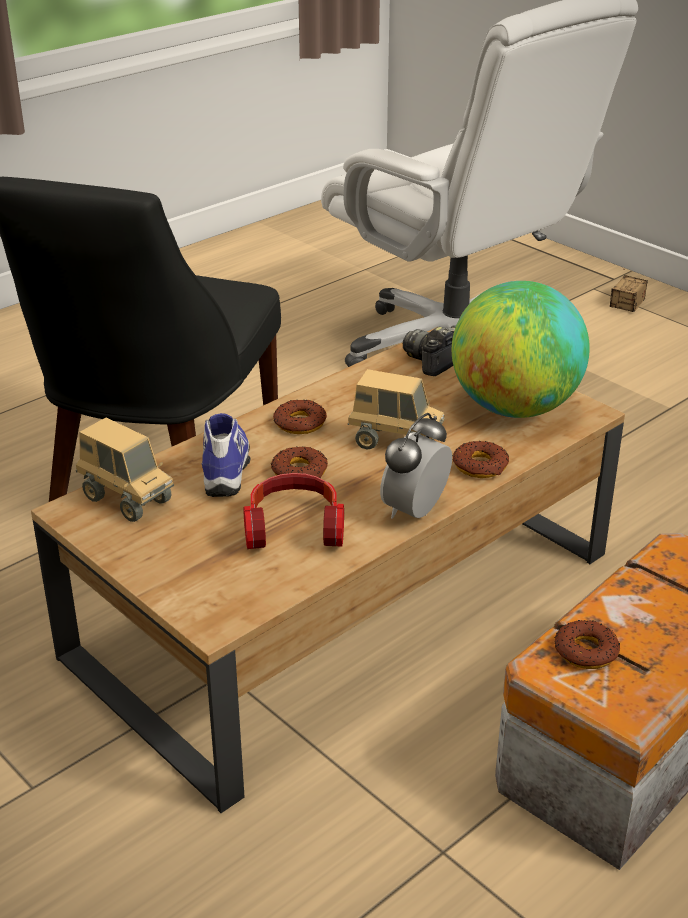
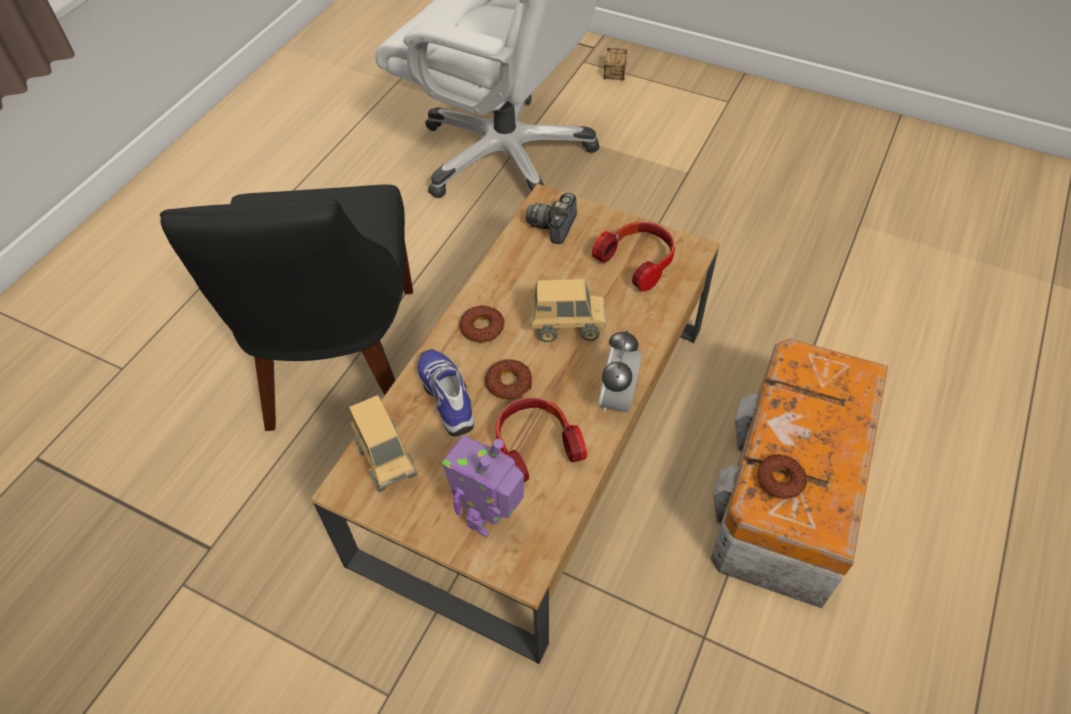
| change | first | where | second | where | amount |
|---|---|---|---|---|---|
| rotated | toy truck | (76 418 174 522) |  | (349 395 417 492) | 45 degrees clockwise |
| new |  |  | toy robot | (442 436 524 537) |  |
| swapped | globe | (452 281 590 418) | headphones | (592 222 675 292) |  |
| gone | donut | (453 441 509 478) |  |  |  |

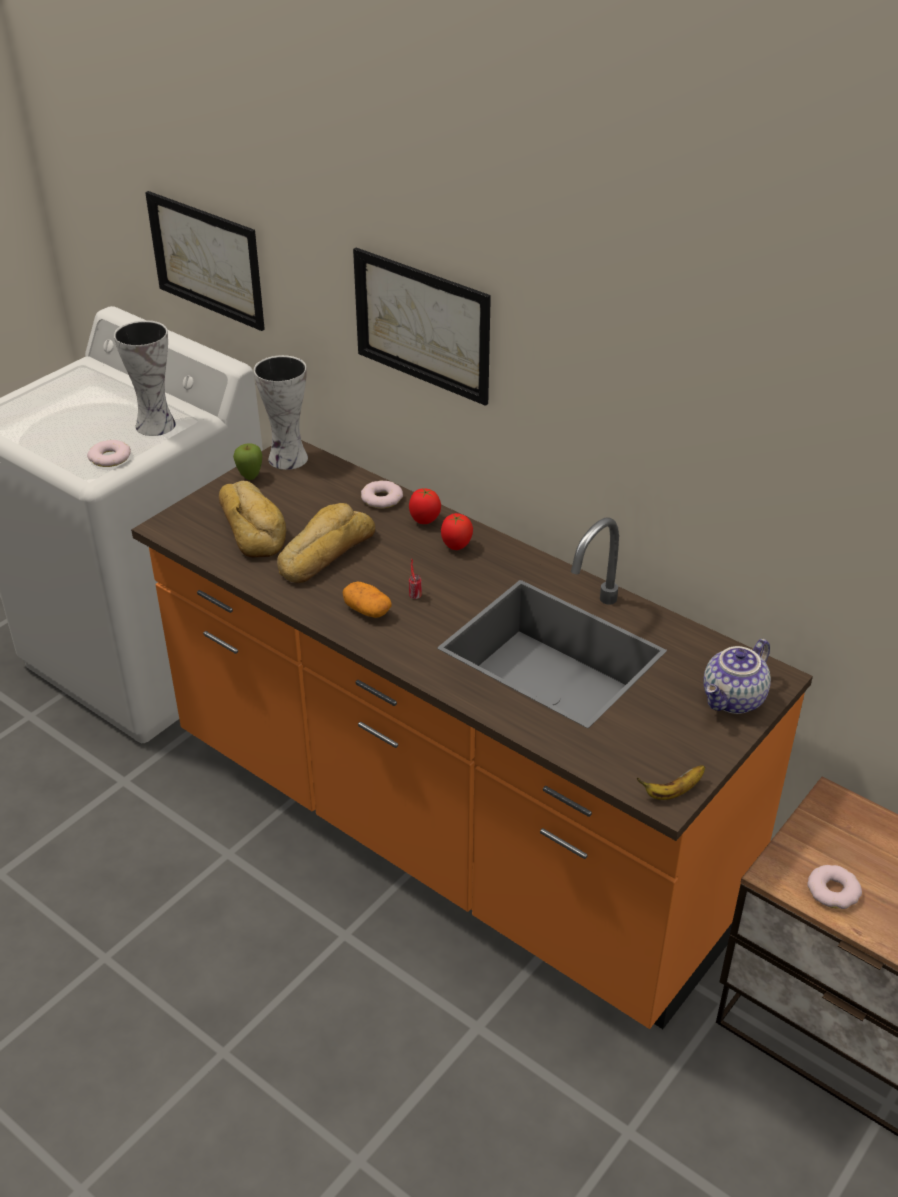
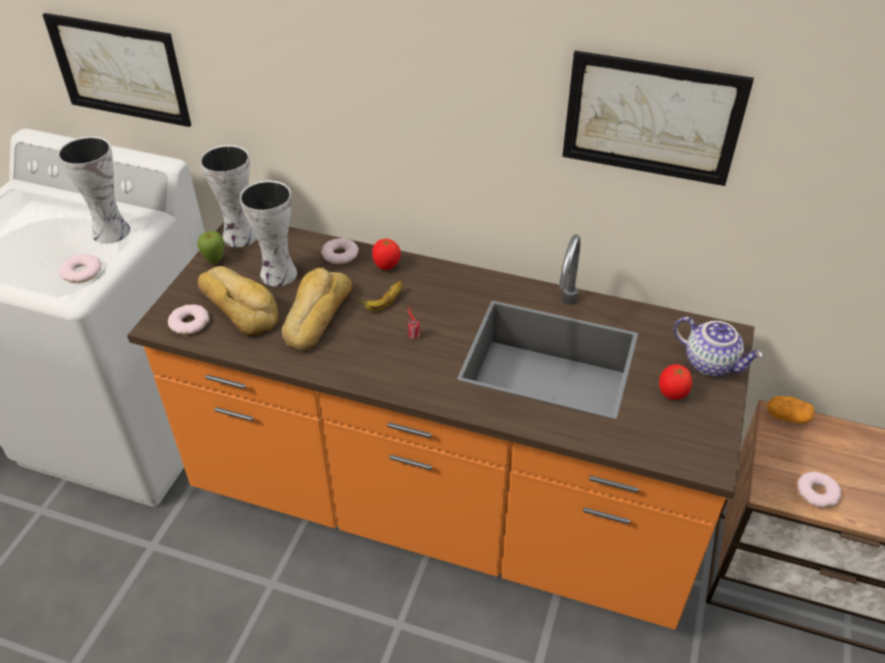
| change | first | where | second | where | amount |
|---|---|---|---|---|---|
| new |  |  | donut | (168 305 210 335) |  |
| new |  |  | vase | (240 181 298 287) |  |
| shifted | banana | (637 765 705 800) |  | (356 281 402 311) |  |
| shifted | picture | (353 248 491 406) |  | (562 51 754 186) |  |
| shifted | tomato | (441 513 473 550) |  | (659 364 692 400) |  |
| rotated | teapot | (703 639 771 714) |  | (674 317 763 376) | 75 degrees counterclockwise |
| shifted | potato | (342 581 392 618) |  | (767 396 815 423) |  |

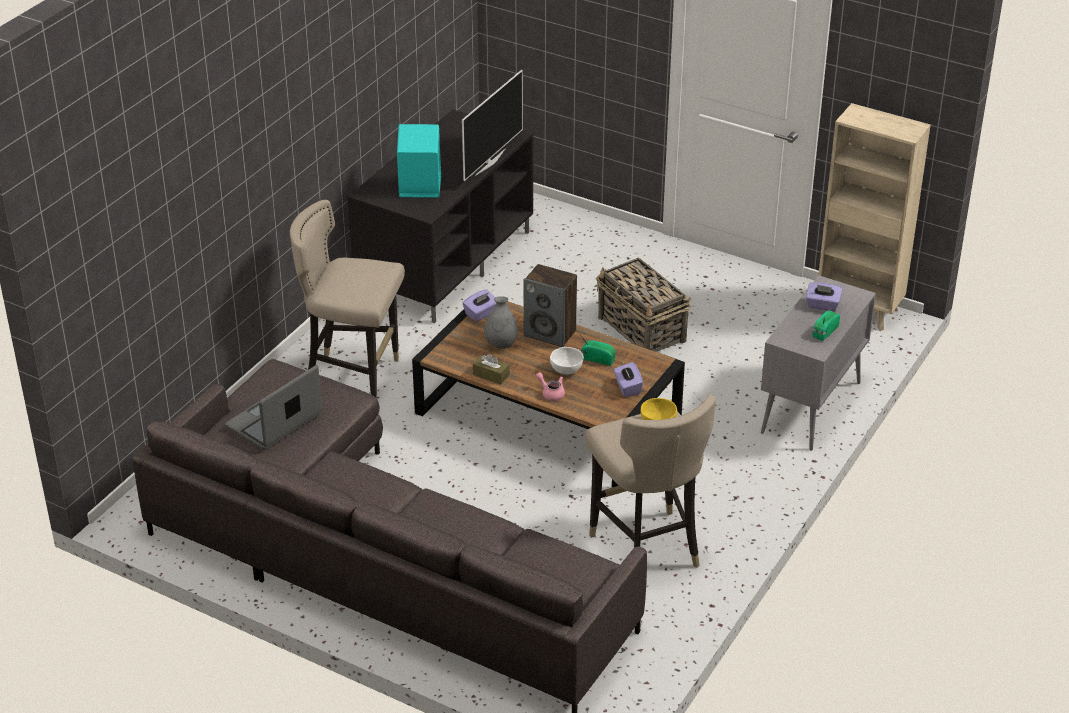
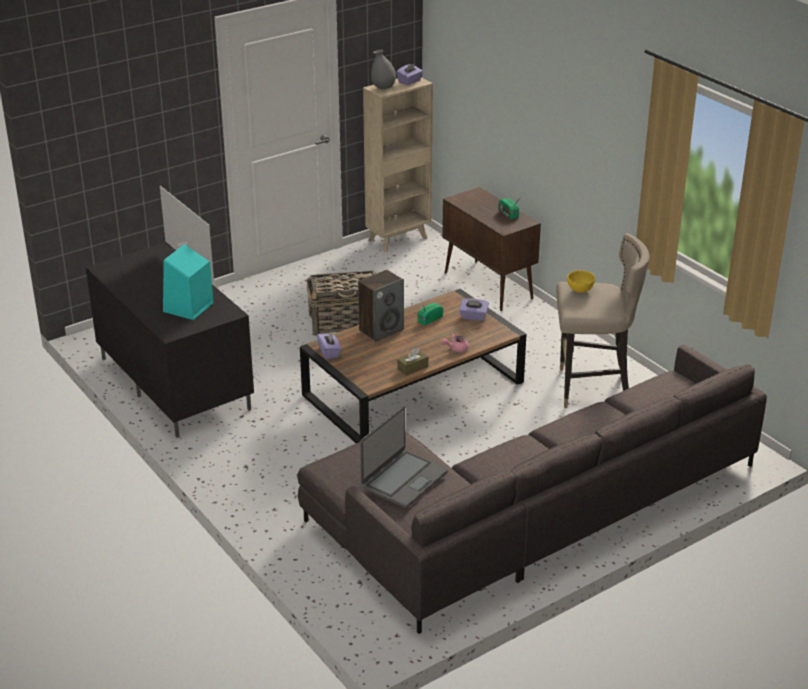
| change | first | where | second | where | amount |
|---|---|---|---|---|---|
| rotated | laptop | (225 365 322 450) |  | (360 406 448 508) | 120 degrees counterclockwise |
| shifted | vase (grey) | (484 296 518 349) |  | (371 49 396 89) |  |
| shifted | tissue box (purple) | (806 282 843 311) |  | (396 63 423 85) |  |
| repainted | cabinet (grey) | (761 276 876 451) | cabinet (brown) | (442 187 541 311) |  |
| gone | stool (beige) | (290 200 405 398) |  |  |  |
| gone | bowl (white) | (550 347 584 375) |  |  |  |

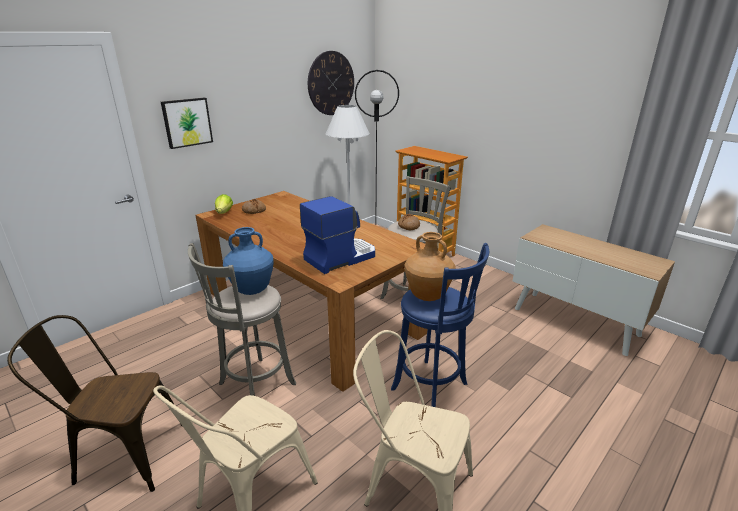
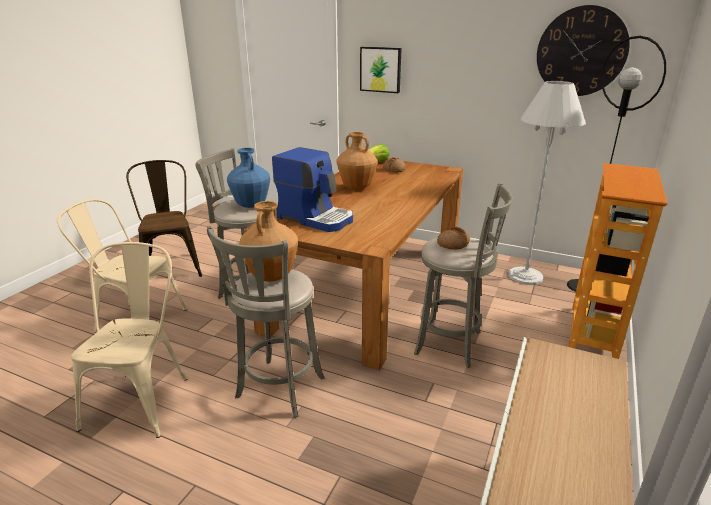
| change | first | where | second | where | amount |
|---|---|---|---|---|---|
| repainted | stool (blue) | (391 243 489 407) | stool (grey) | (207 226 325 418) |  |
| new |  |  | vase (brown) | (336 132 378 190) |  |

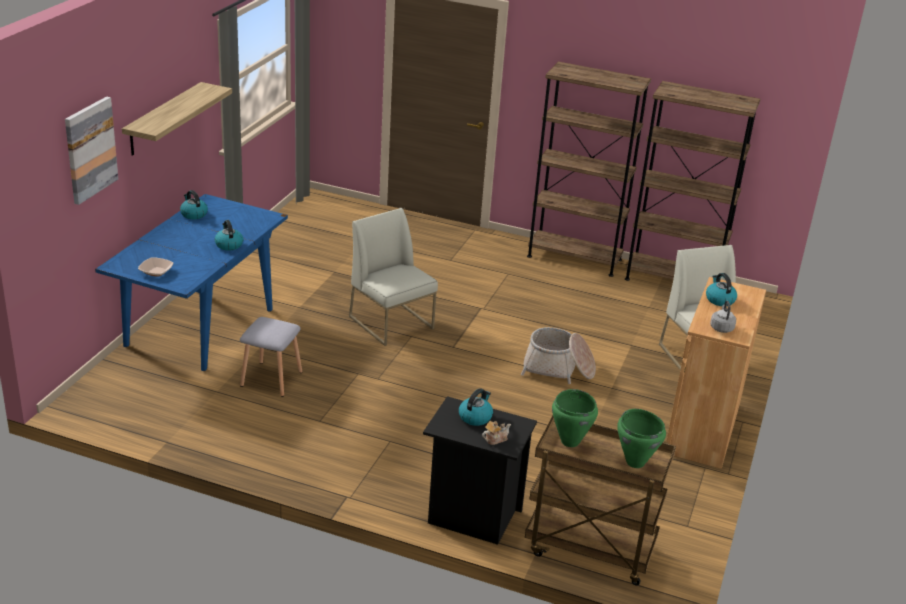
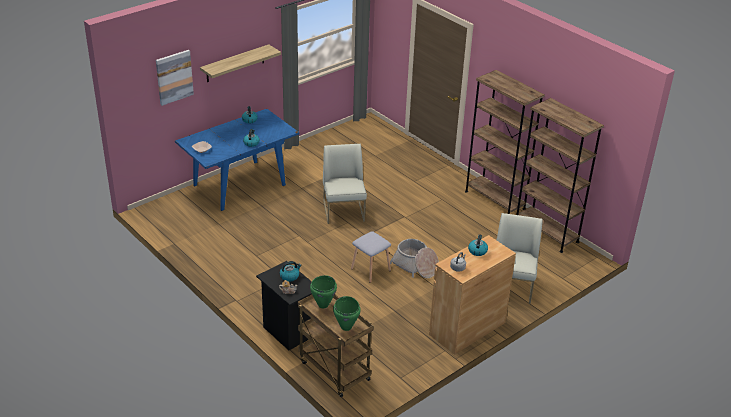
| change | first | where | second | where | amount |
|---|---|---|---|---|---|
| shifted | stool (grey) | (240 317 302 397) |  | (351 231 391 283) |  |

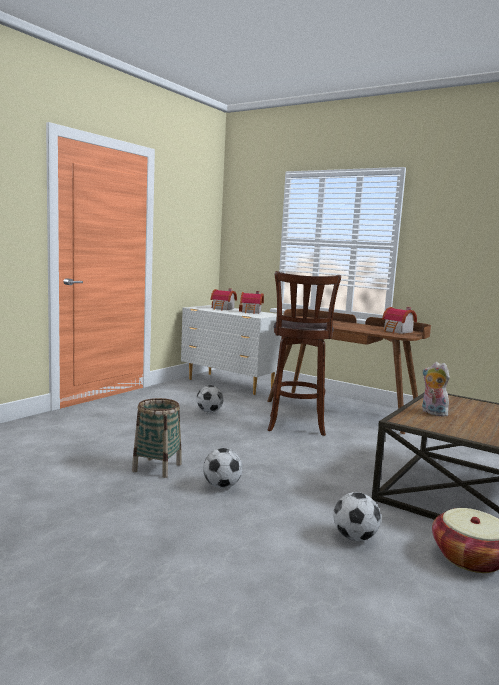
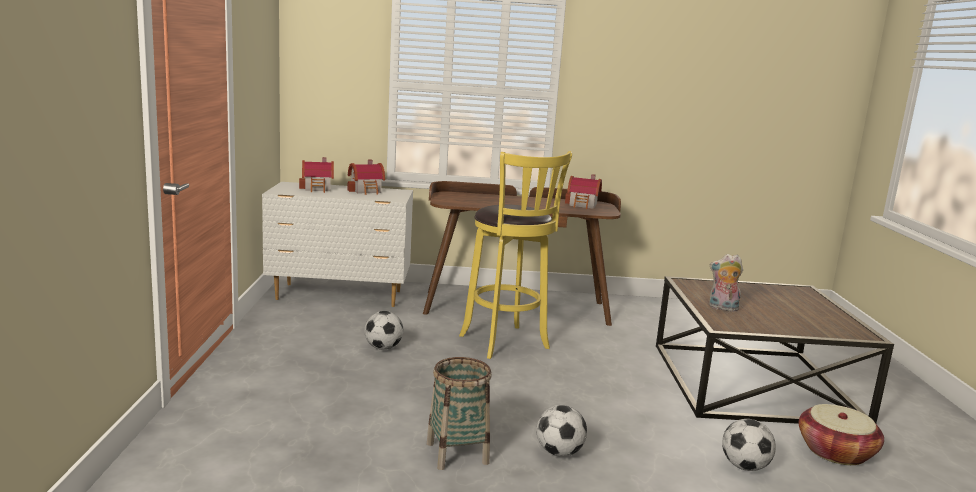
| change | first | where | second | where | amount |
|---|---|---|---|---|---|
| repainted | stool (brown) | (267 271 341 436) | stool (yellow) | (459 151 572 359) |  |

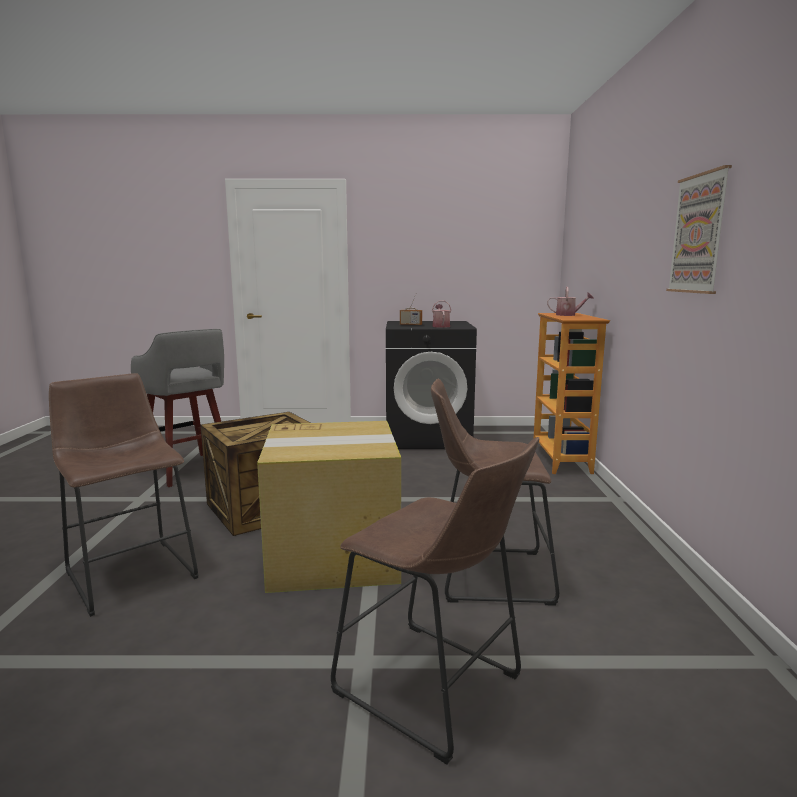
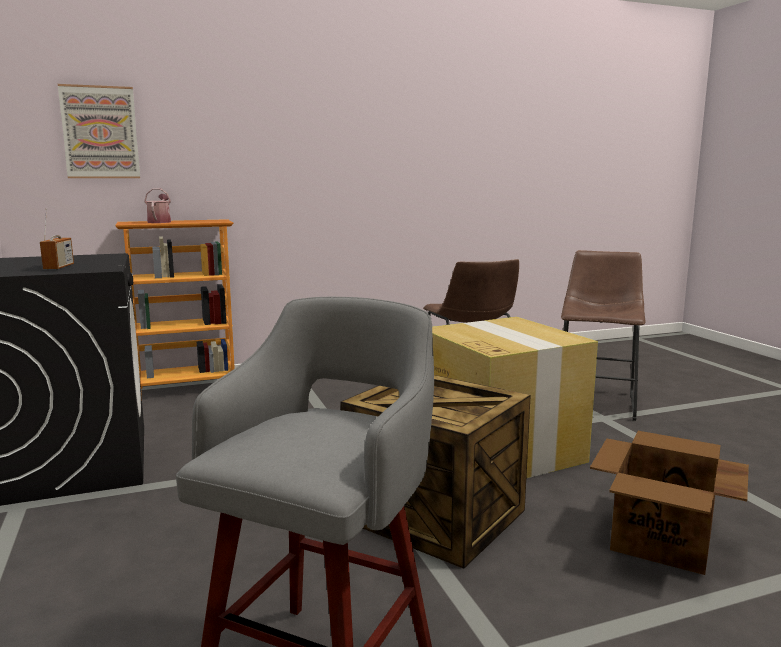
| change | first | where | second | where | amount |
|---|---|---|---|---|---|
| shifted | picture | (666 165 732 294) |  | (58 84 140 178) |  |
| swapped | stool (brown) | (49 373 199 617) | cardboard box | (590 431 749 575) |  |
| gone | watering can | (432 301 451 328) |  |  |  |

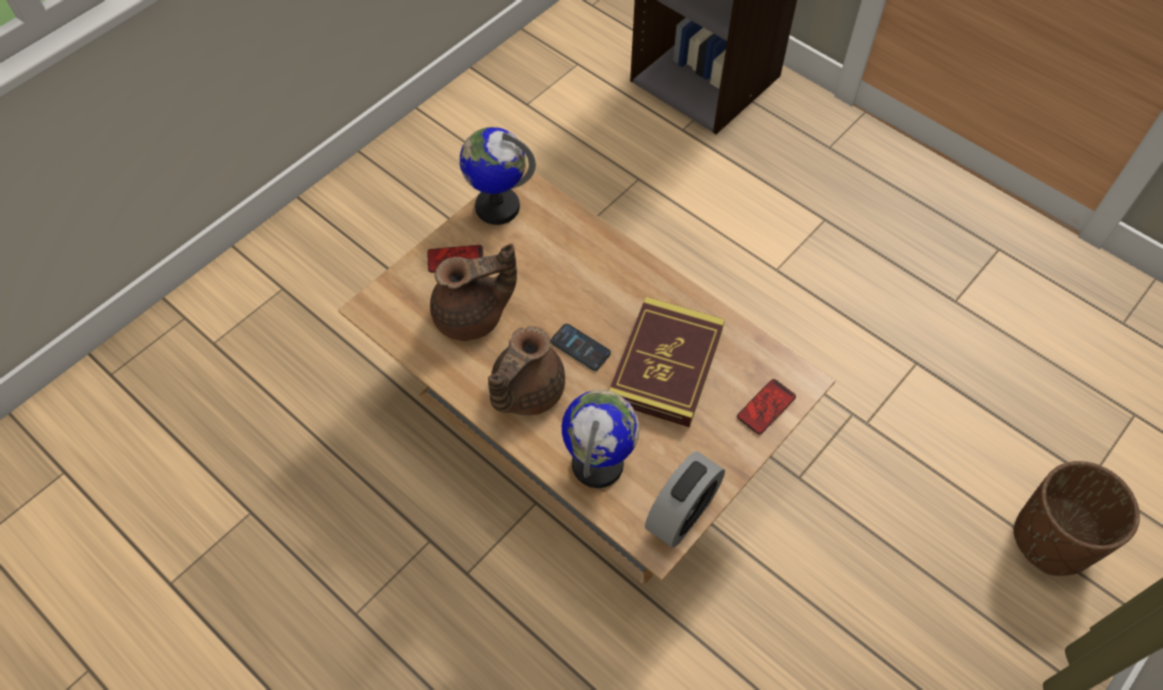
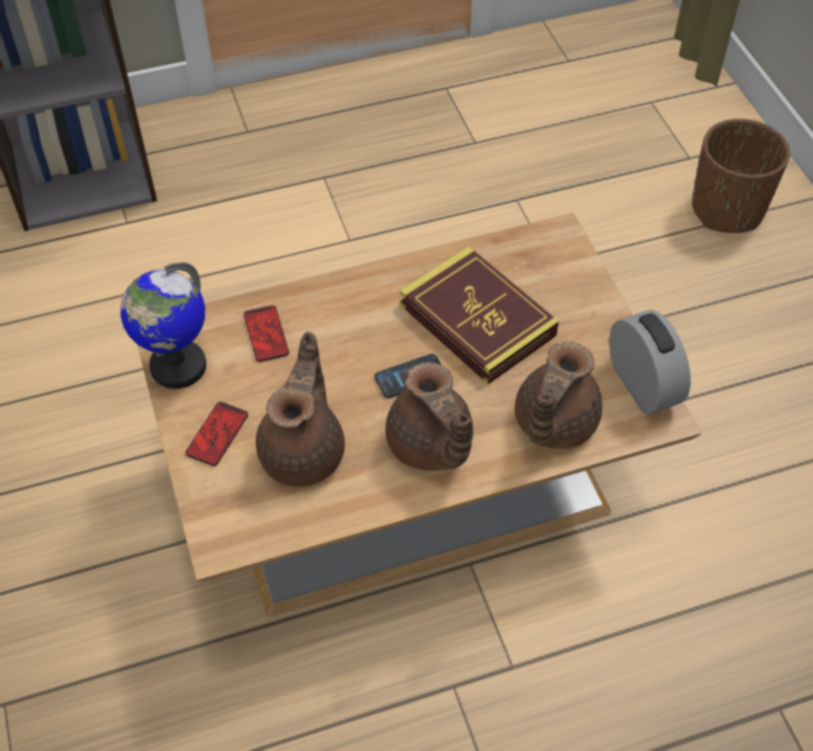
| change | first | where | second | where | amount |
|---|---|---|---|---|---|
| shifted | phone | (737 379 796 435) |  | (244 305 289 362) |  |
| swapped | globe | (562 390 639 488) | teapot (brown) | (515 342 602 449) |  |

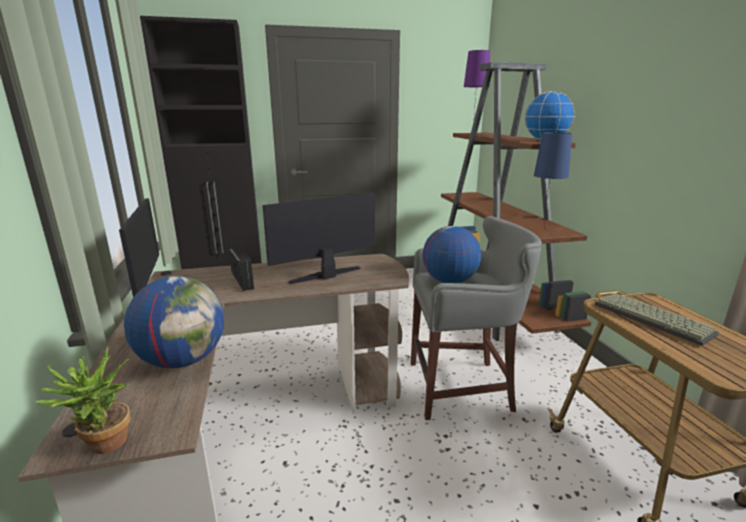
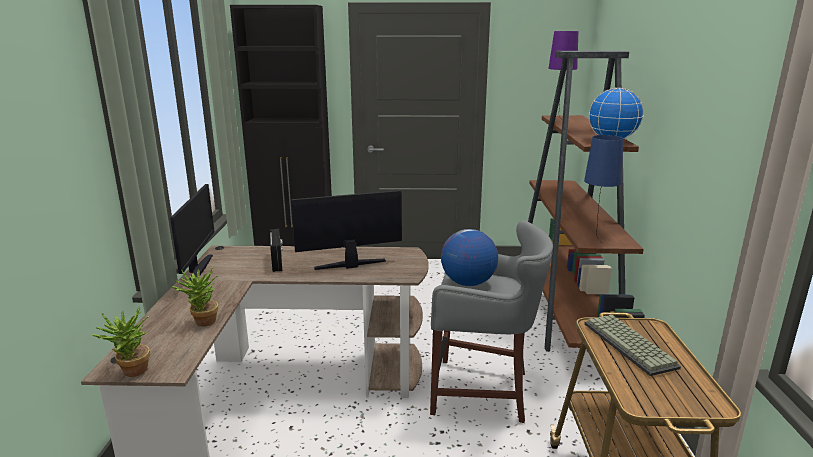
| change | first | where | second | where | amount |
|---|---|---|---|---|---|
| swapped | globe | (124 276 224 368) | potted plant | (172 267 218 327) |  |

